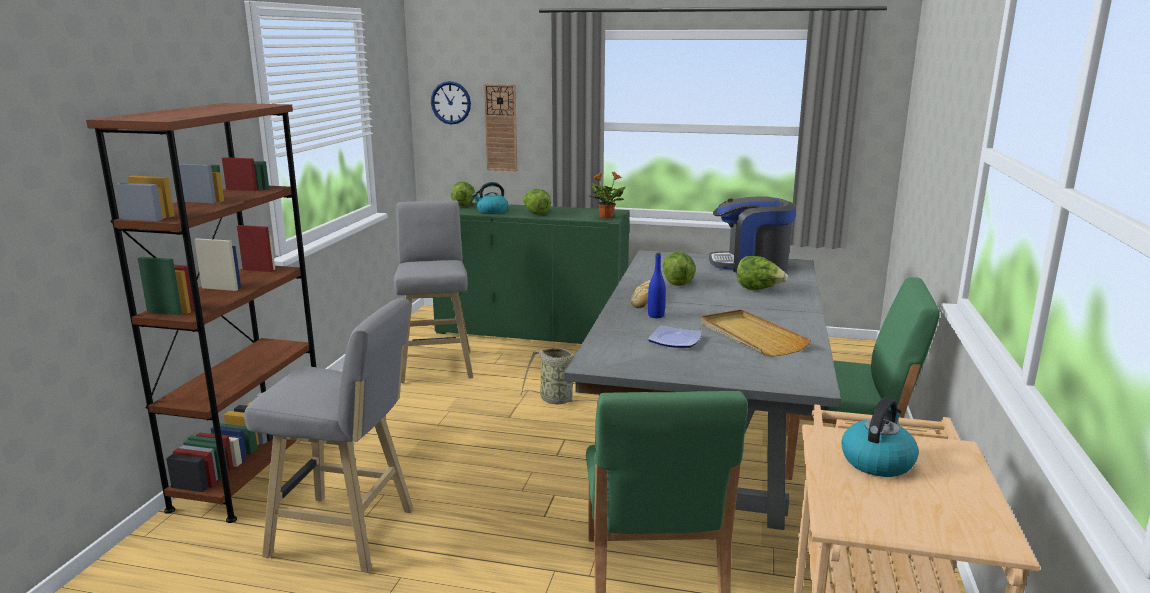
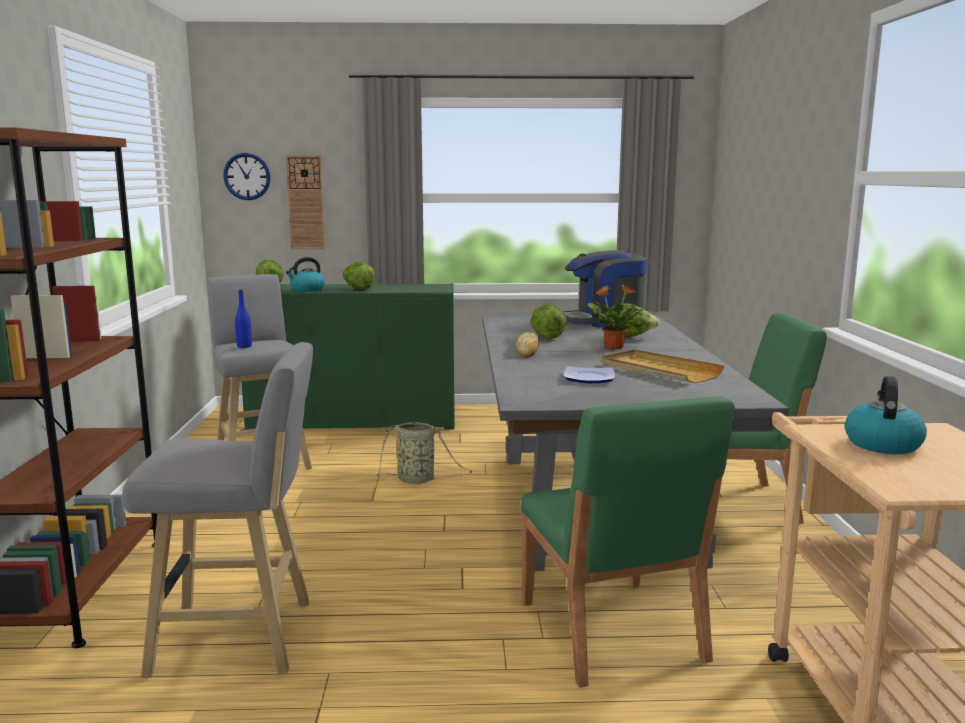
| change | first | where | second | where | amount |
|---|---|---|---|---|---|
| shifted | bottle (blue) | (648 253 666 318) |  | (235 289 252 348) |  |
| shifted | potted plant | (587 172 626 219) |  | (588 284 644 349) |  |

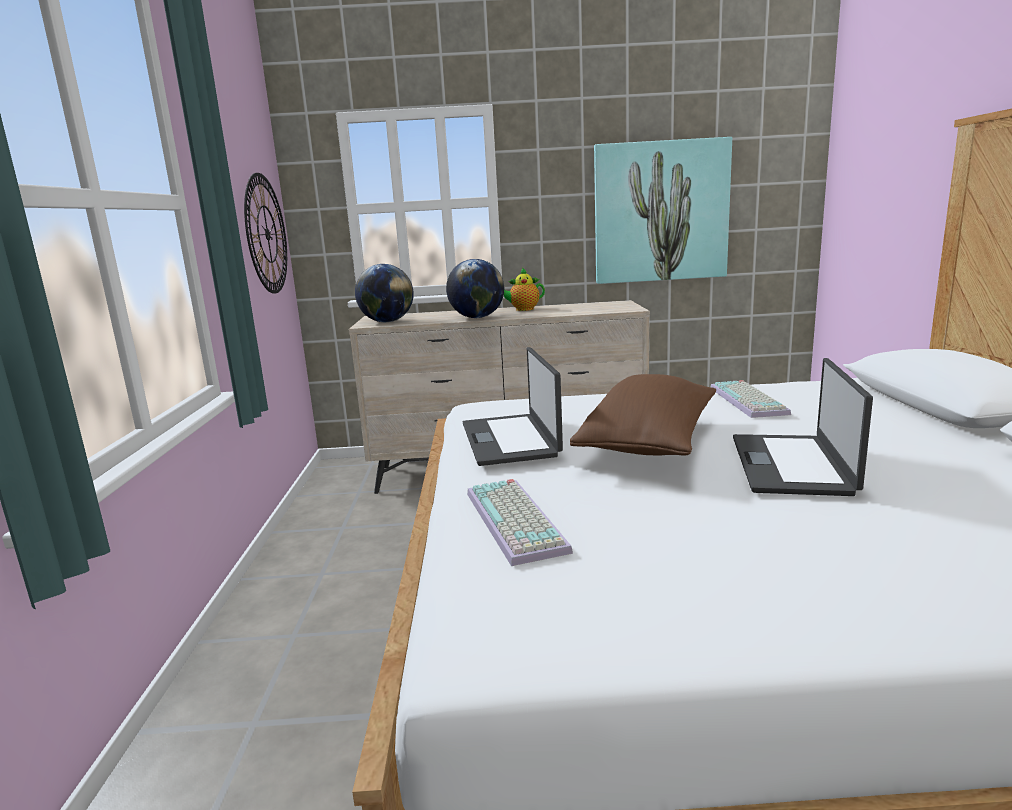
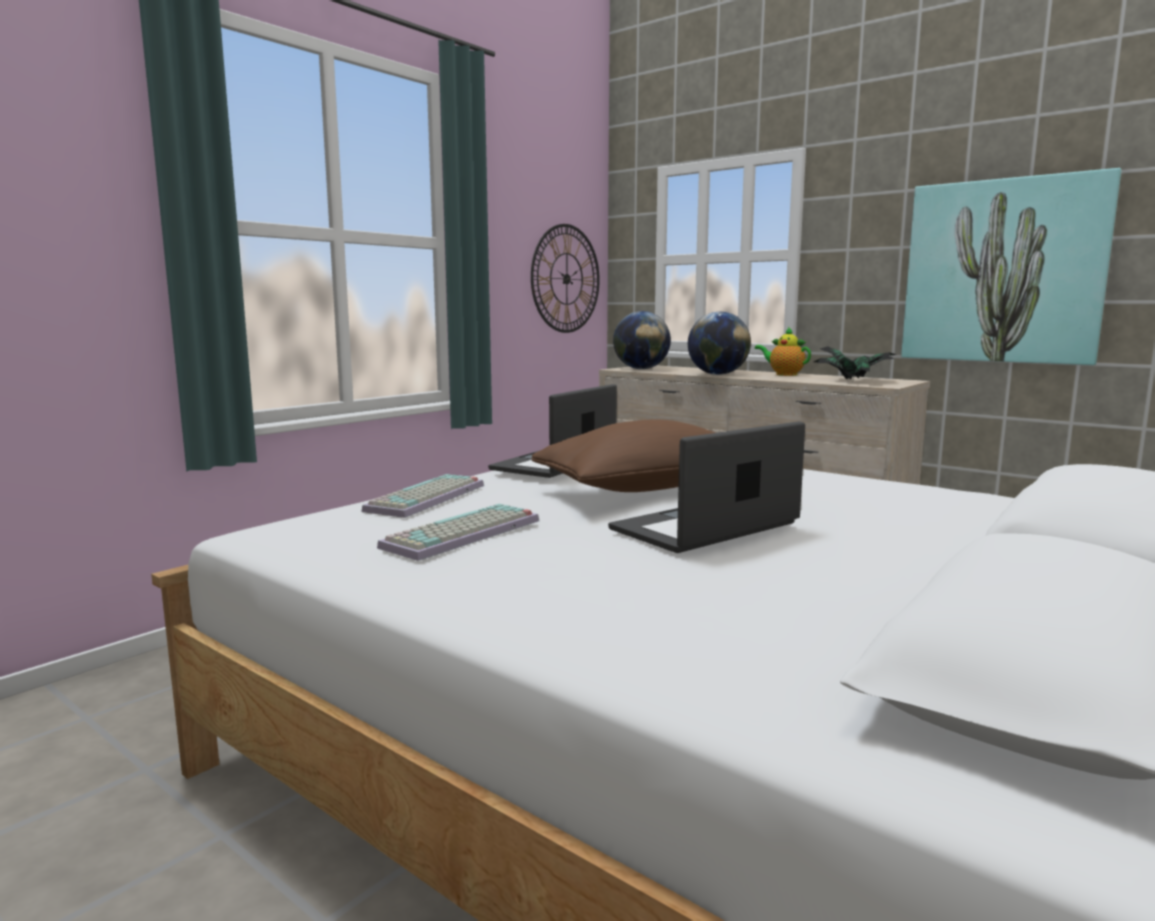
| change | first | where | second | where | amount |
|---|---|---|---|---|---|
| shifted | keyboard | (711 380 791 418) |  | (377 504 539 561) |  |
| new |  |  | potted plant | (814 346 896 380) |  |

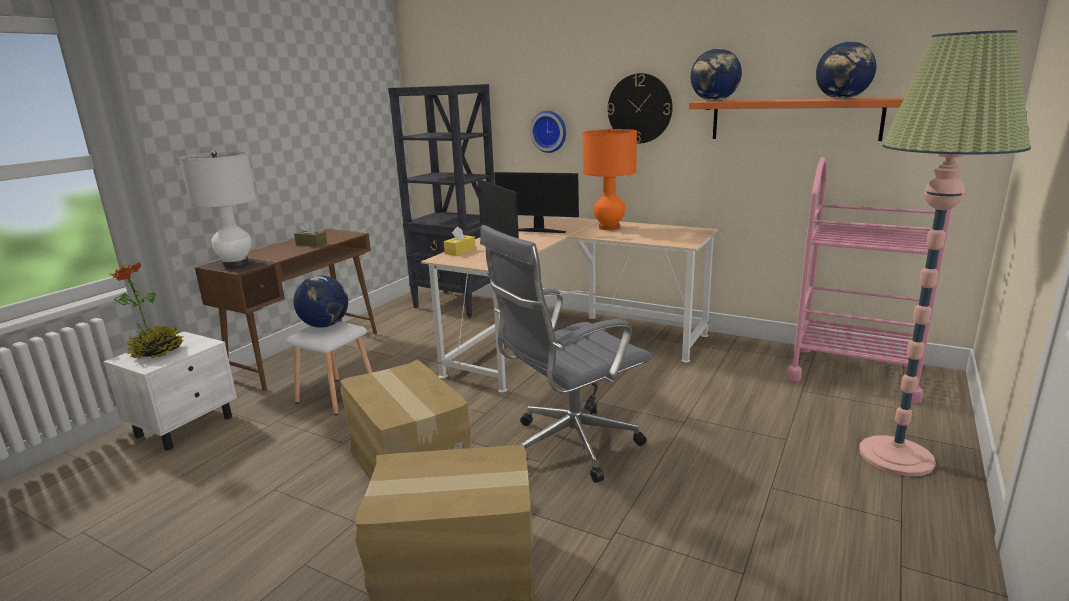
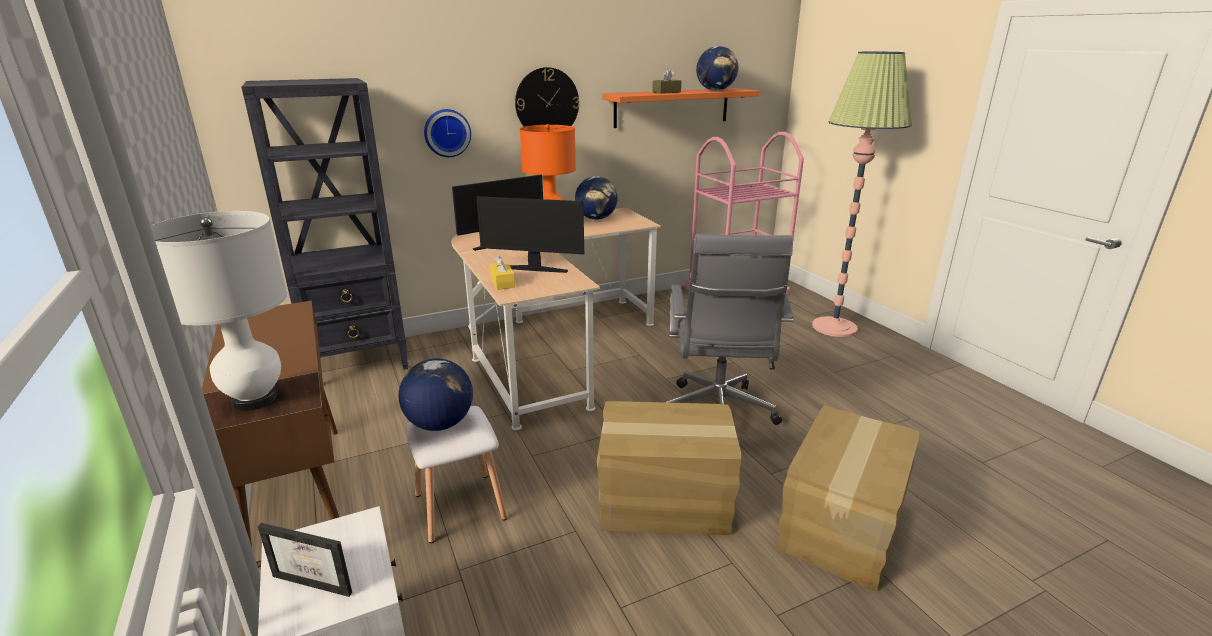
| change | first | where | second | where | amount |
|---|---|---|---|---|---|
| swapped | potted plant | (110 262 184 359) | picture frame | (257 523 352 597) |  |
| shifted | globe | (690 48 742 101) |  | (575 176 618 220) |  |
| shifted | tissue box (brown) | (294 221 327 247) |  | (652 69 681 94) |  |

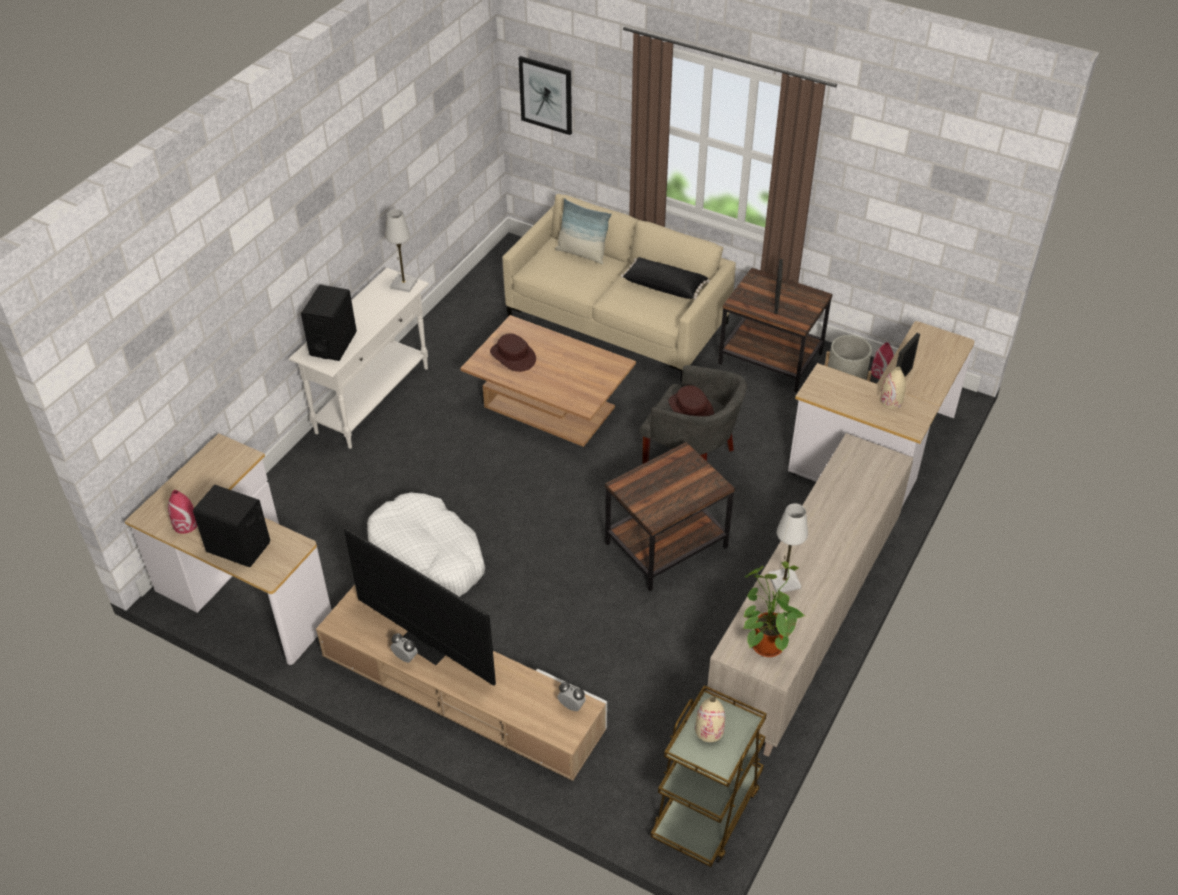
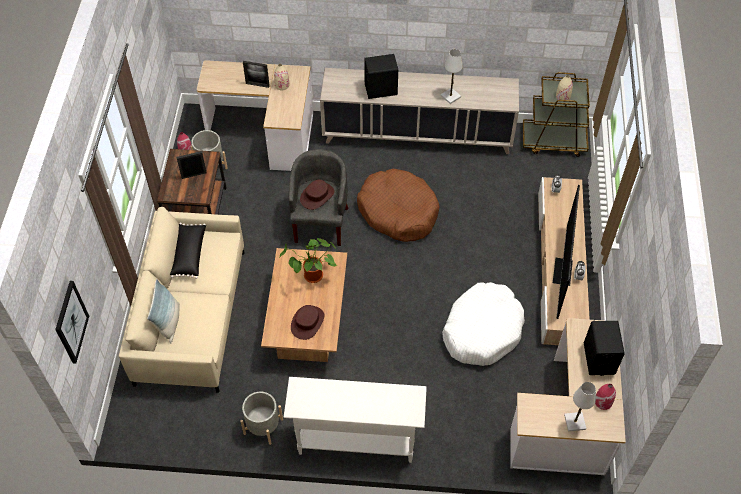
| change | first | where | second | where | amount |
|---|---|---|---|---|---|
| new |  |  | planter (grey) | (240 392 283 445) |  |
| shifted | potted plant | (743 561 805 657) |  | (279 238 337 283) |  |
| swapped | side table (brown) | (605 442 735 591) | dog bed (brown) | (357 169 440 242) |  |
| shifted | speaker (black) | (301 285 357 361) |  | (364 54 398 99) |  |
| shifted | table lamp (white) | (385 209 418 292) |  | (564 382 596 432) |  |

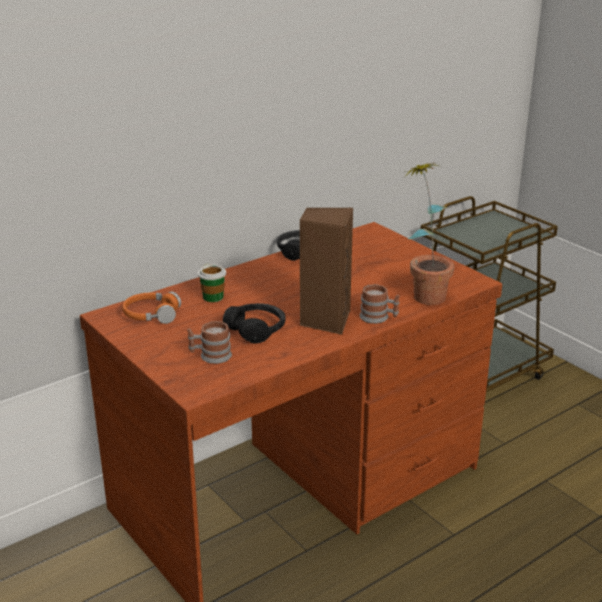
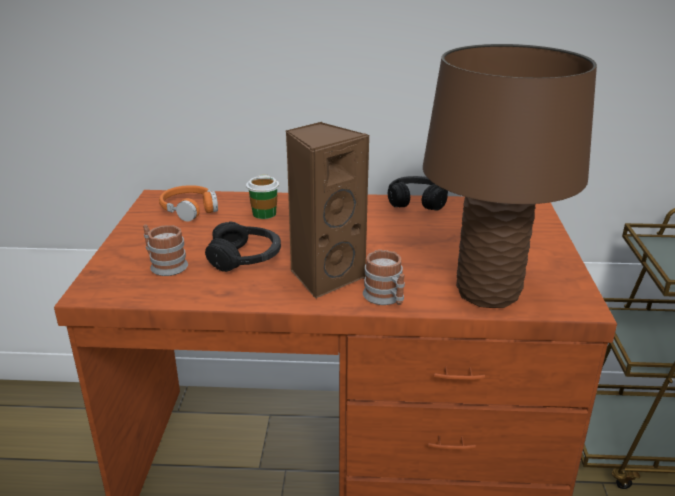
| change | first | where | second | where | amount |
|---|---|---|---|---|---|
| swapped | potted plant | (404 162 455 305) | table lamp (brown) | (423 44 597 308) |  |

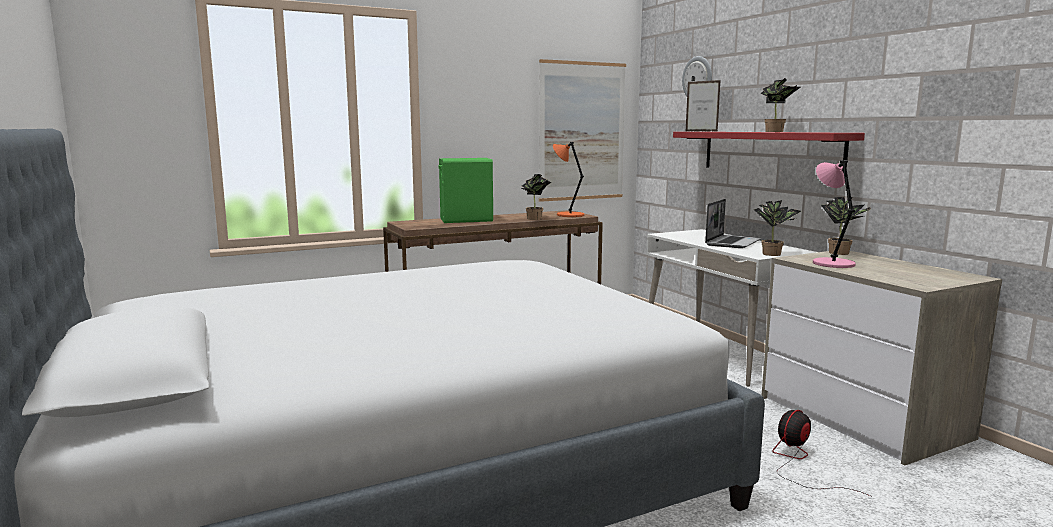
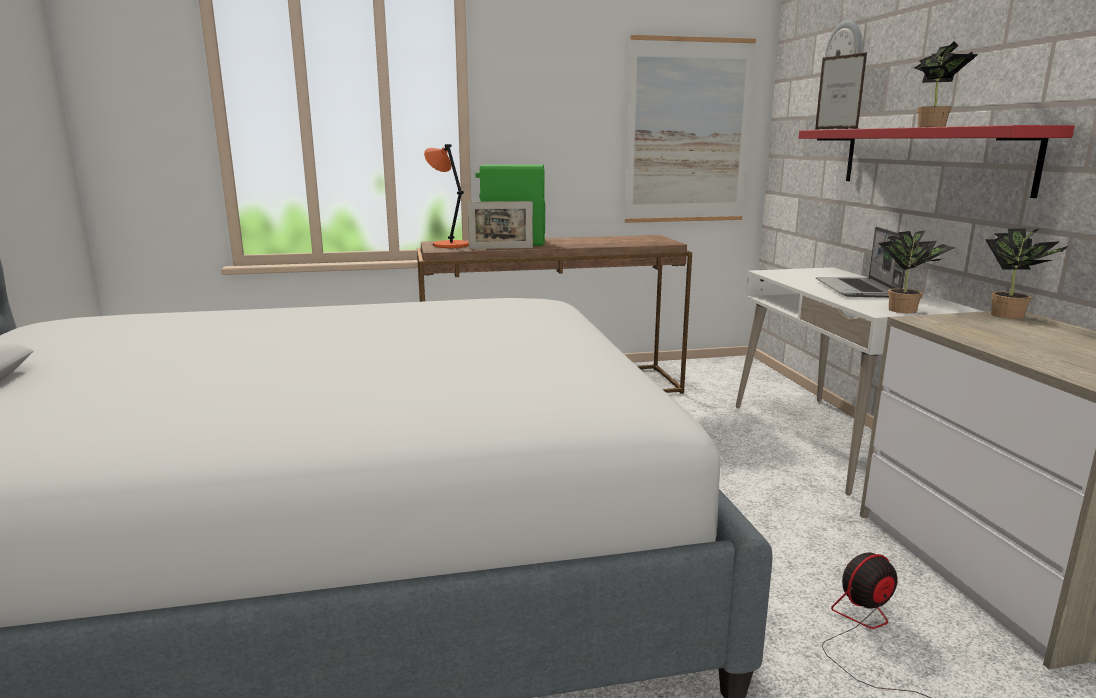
| change | first | where | second | where | amount |
|---|---|---|---|---|---|
| shifted | table lamp (orange) | (553 142 584 217) |  | (424 144 469 248) |  |
| new |  |  | picture frame | (467 201 533 249) |  |
| rotated | laptop | (705 199 761 248) |  | (816 227 905 298) | 135 degrees clockwise |
| gone | potted plant | (522 174 551 220) |  |  |  |
| gone | table lamp (pink) | (813 160 856 268) |  |  |  |

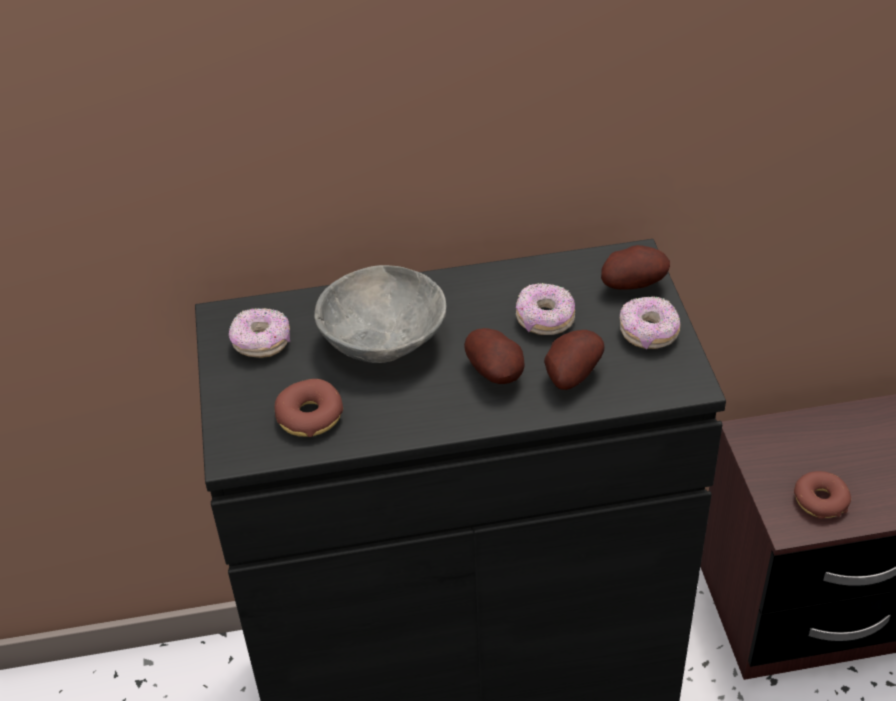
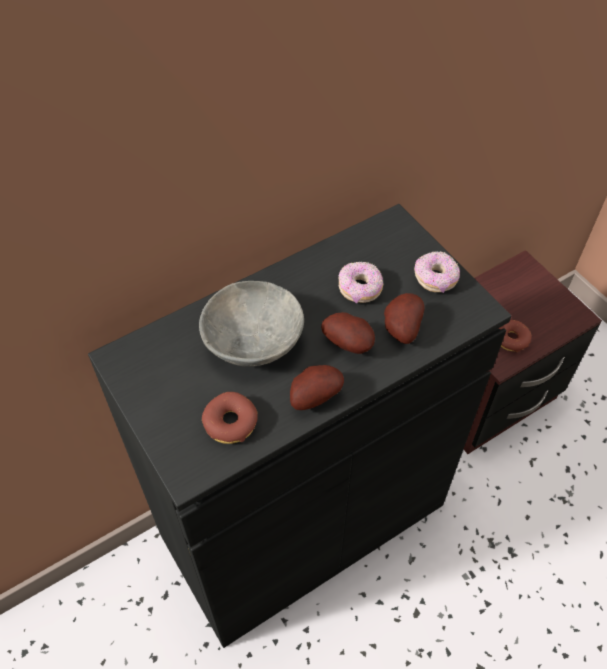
| change | first | where | second | where | amount |
|---|---|---|---|---|---|
| shifted | potato | (601 245 670 290) |  | (290 365 344 410) |  |
| gone | donut | (229 308 290 358) |  |  |  |

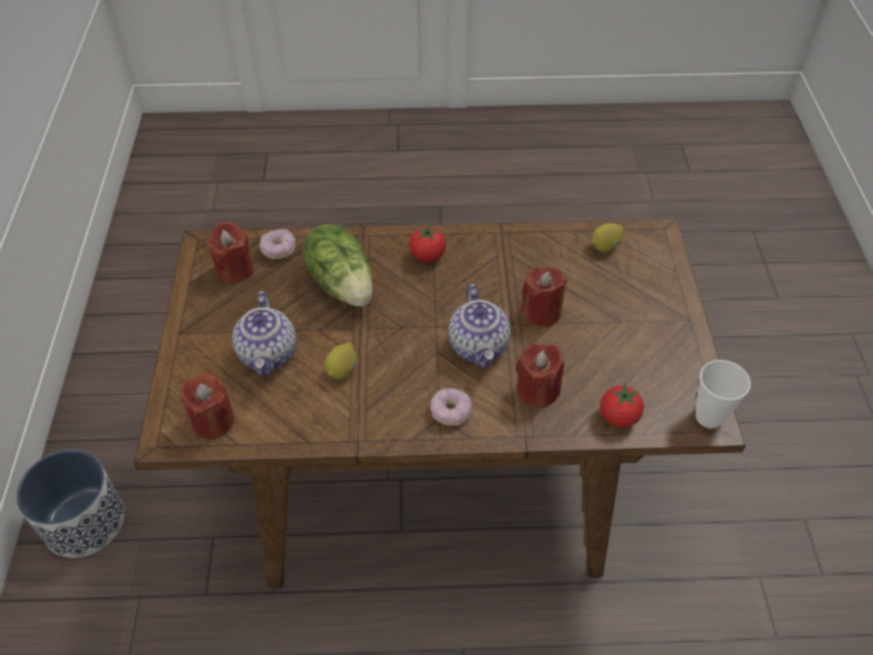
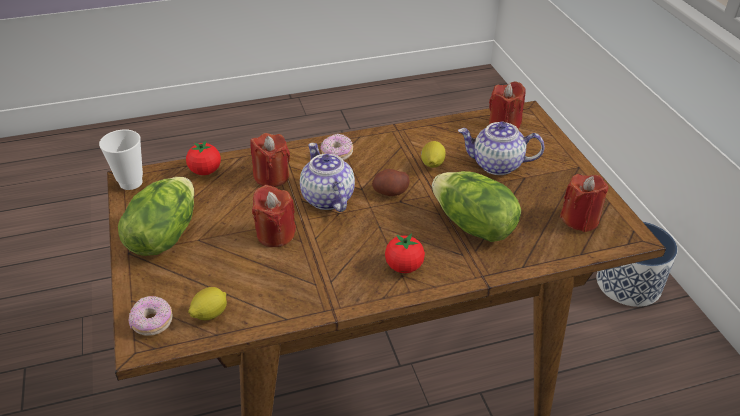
| change | first | where | second | where | amount |
|---|---|---|---|---|---|
| new |  |  | lettuce | (118 177 194 256) |  |
| shifted | donut | (259 229 296 259) |  | (129 296 173 336) |  |
| new |  |  | potato | (372 169 410 196) |  |
| rotated | teapot | (232 291 296 377) |  | (458 121 545 175) | 60 degrees counterclockwise |

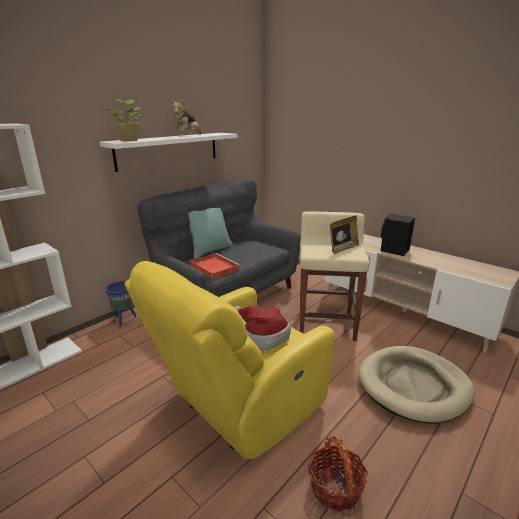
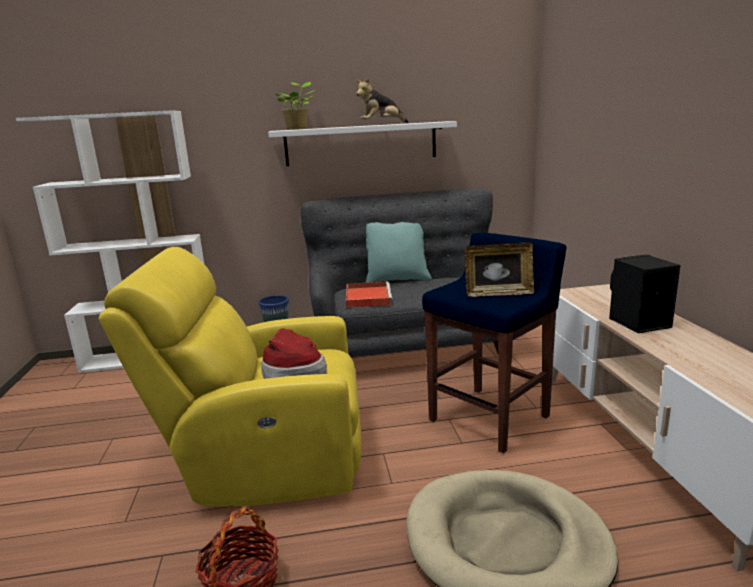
| change | first | where | second | where | amount |
|---|---|---|---|---|---|
| repainted | stool (beige) | (300 211 369 341) | stool (blue) | (422 233 567 453) |  |

